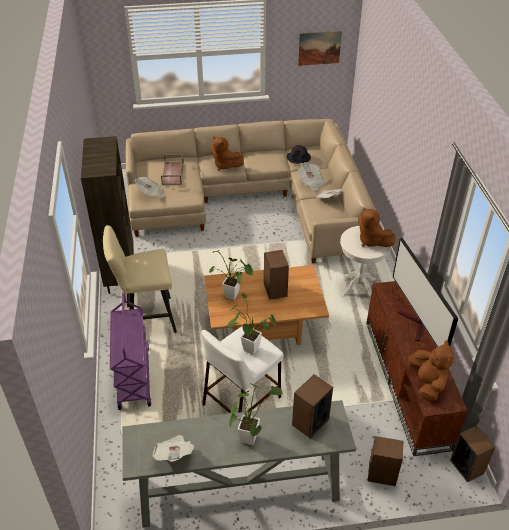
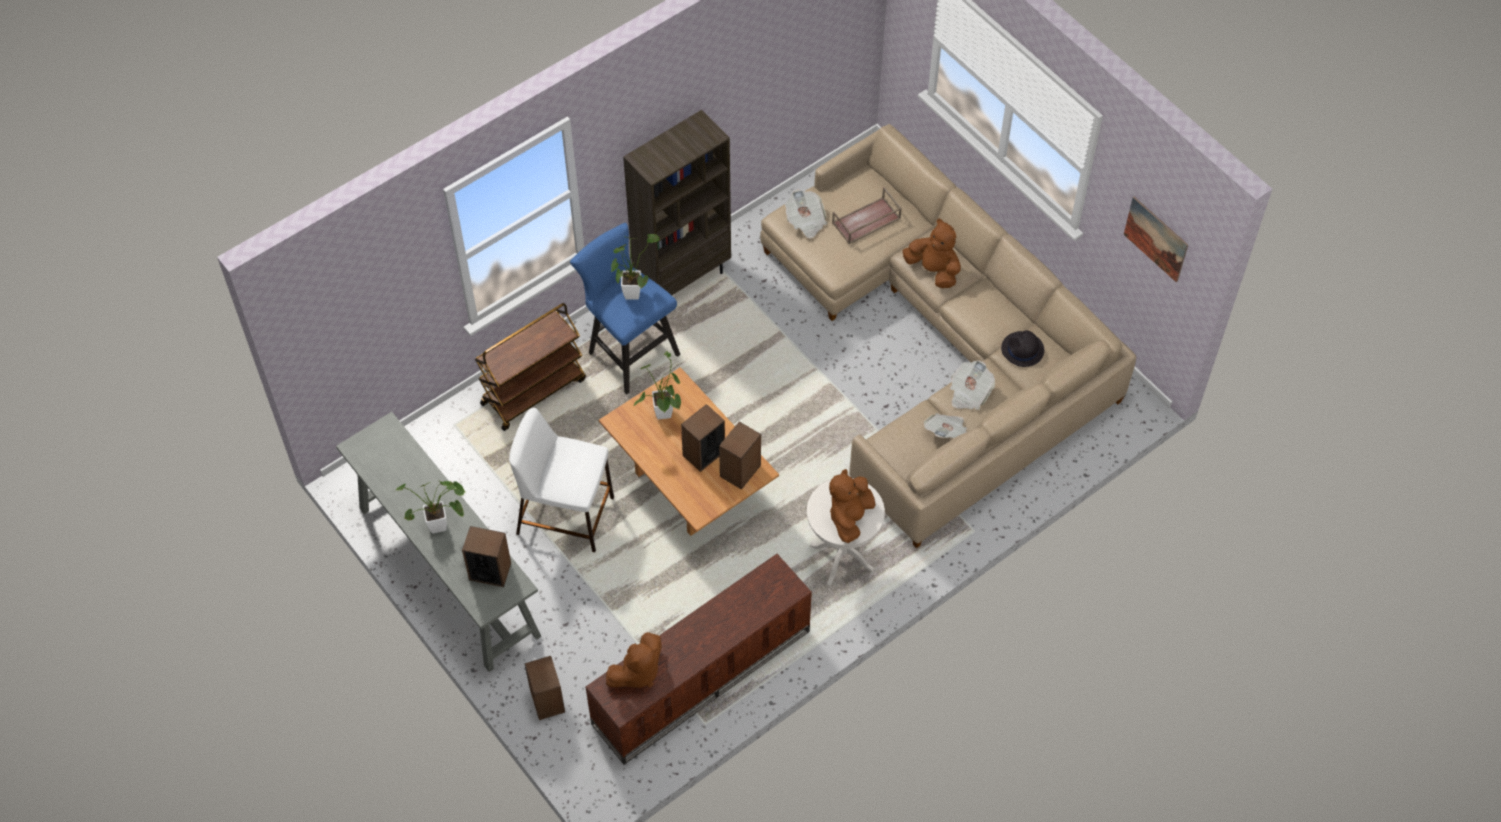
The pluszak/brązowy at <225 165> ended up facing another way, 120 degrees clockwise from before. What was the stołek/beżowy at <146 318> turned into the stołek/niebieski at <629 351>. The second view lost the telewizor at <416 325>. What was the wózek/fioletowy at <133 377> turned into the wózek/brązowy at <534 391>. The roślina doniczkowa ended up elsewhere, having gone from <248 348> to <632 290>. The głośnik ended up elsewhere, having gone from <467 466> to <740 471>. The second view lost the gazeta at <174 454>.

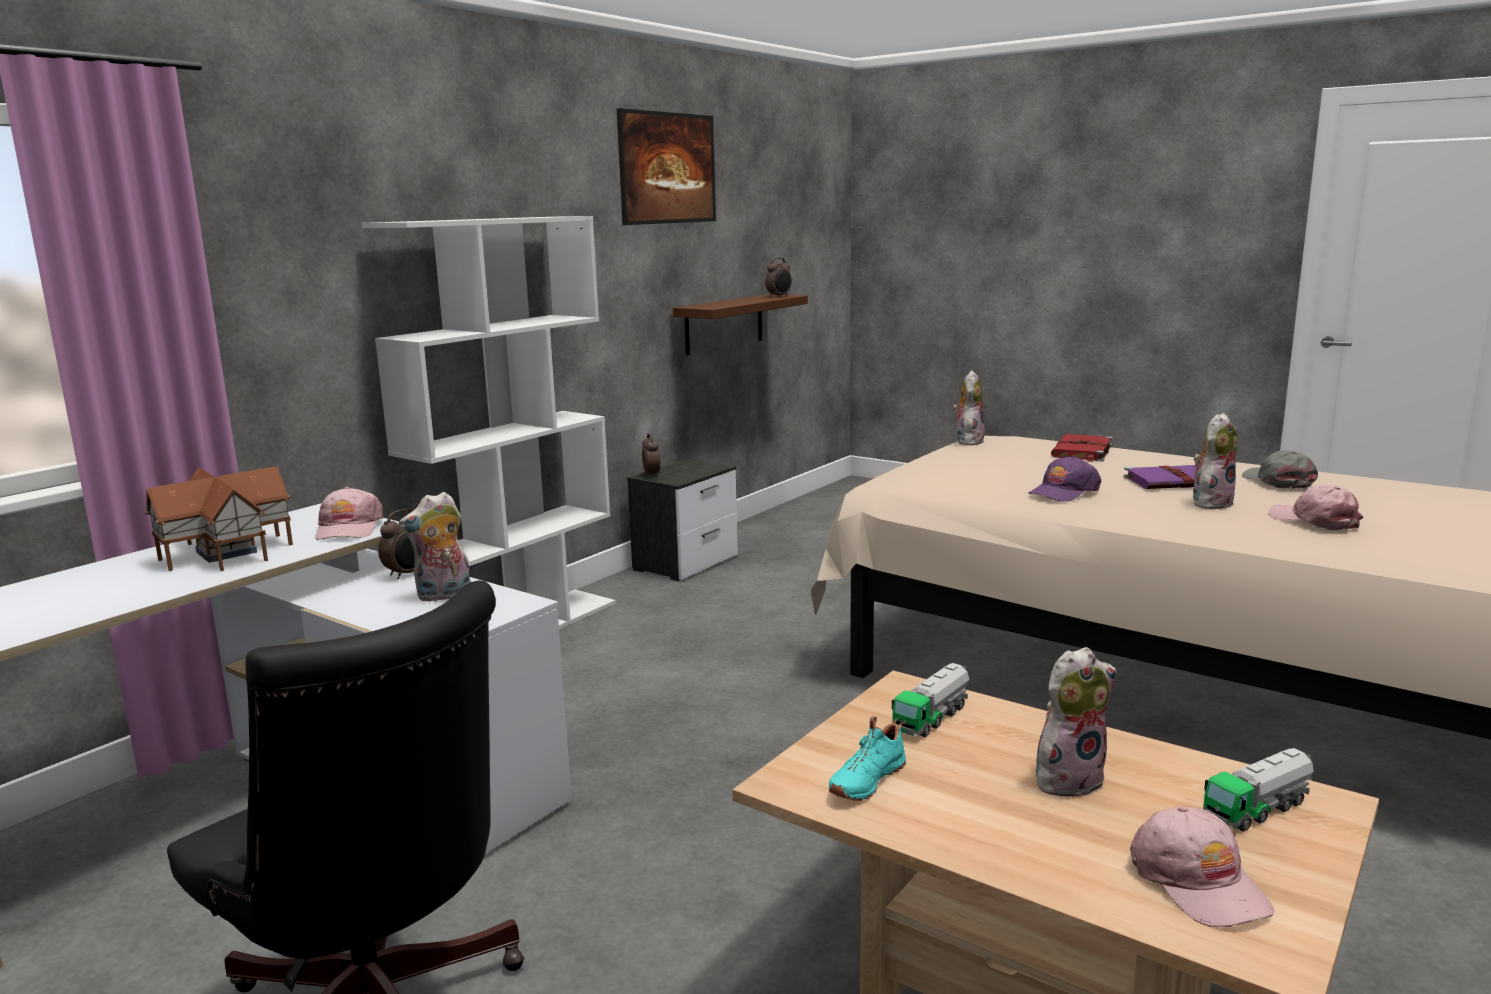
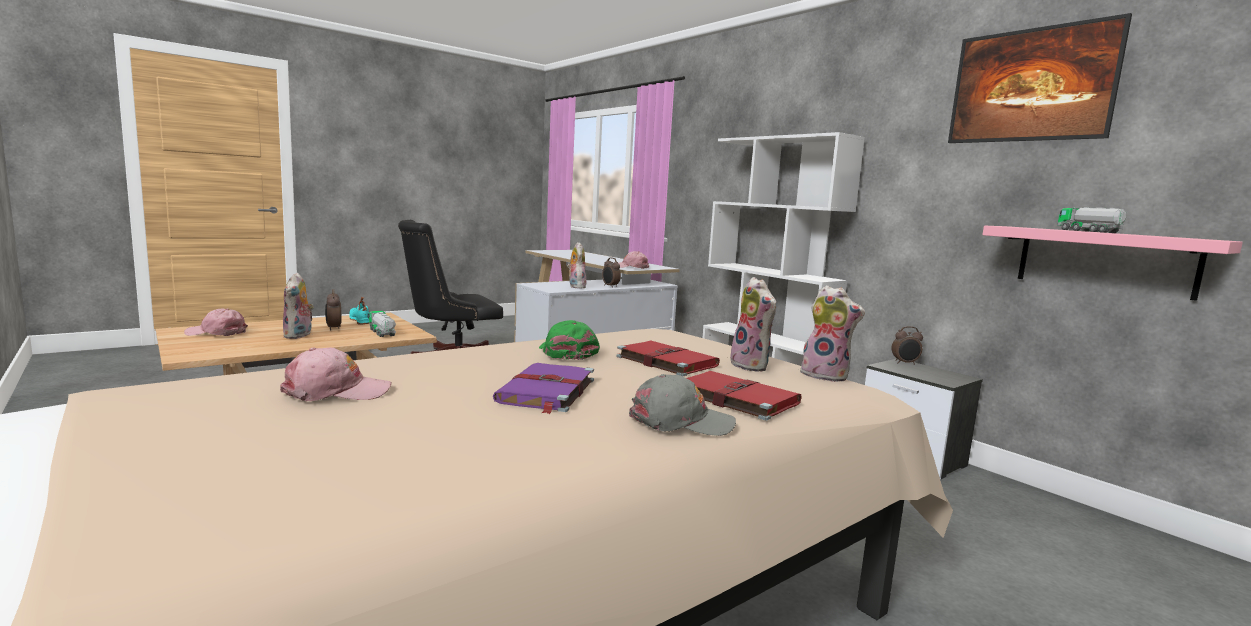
The budzik ended up elsewhere, having gone from <779 296> to <333 328>. What was the półka/brązowy at <724 323> turned into the półka/różowy at <1104 261>. The pluszak ended up elsewhere, having gone from <1211 503> to <752 366>. The czapka z daszkiem/szary ended up elsewhere, having gone from <1278 481> to <680 421>. What was the czapka z daszkiem/fioletowy at <1063 492> turned into the czapka z daszkiem/zielony at <567 352>. The second view lost the domek at <224 552>. The ciężarówka zabawkowa ended up elsewhere, having gone from <1257 809> to <1089 231>. The second view gained the książka/czerwony at <665 361>.

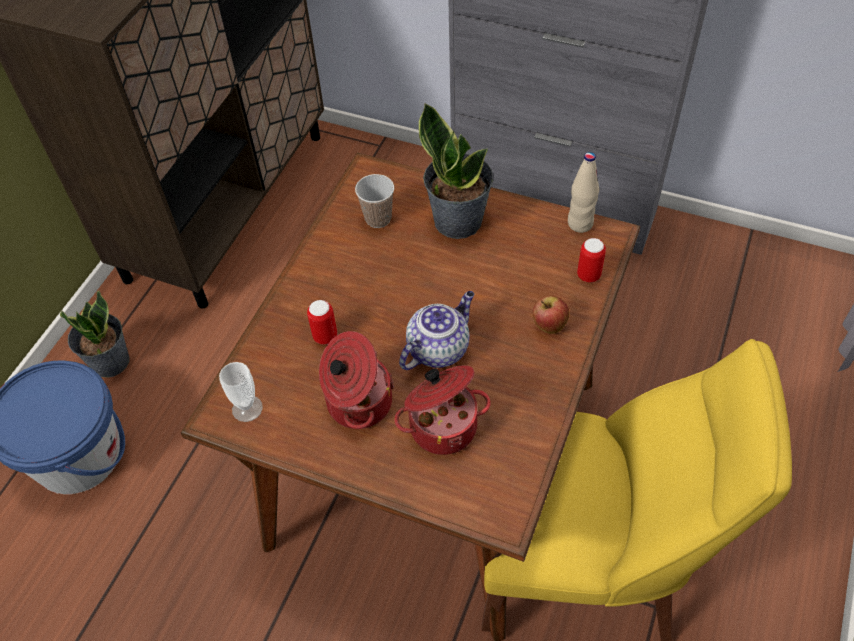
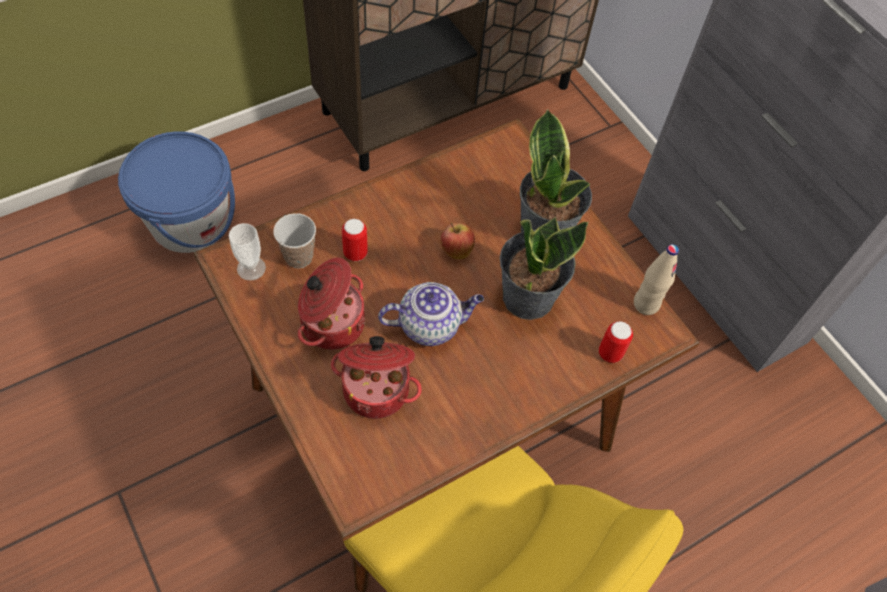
The filiżanka ended up elsewhere, having gone from <378 219> to <299 257>. The roślina doniczkowa ended up elsewhere, having gone from <110 361> to <527 296>. The jabłko ended up elsewhere, having gone from <549 325> to <456 250>.

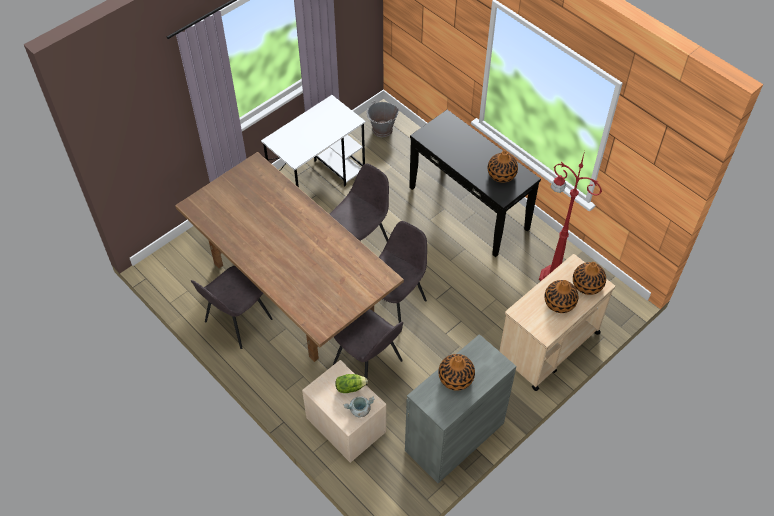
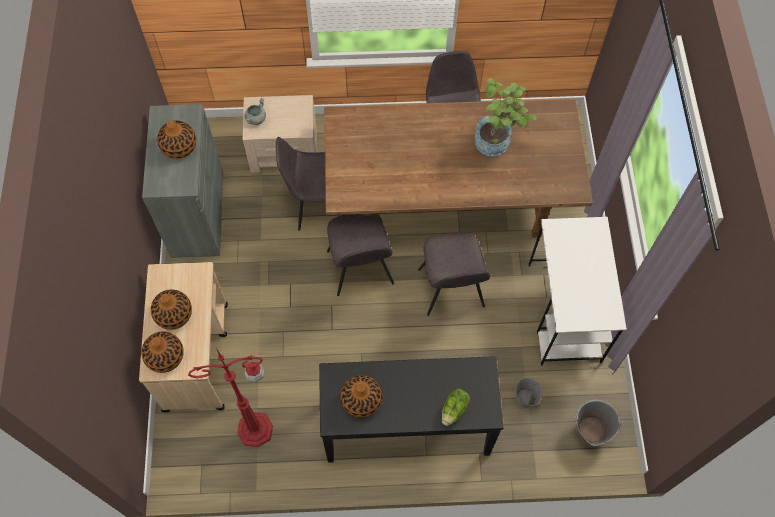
The sałata ended up elsewhere, having gone from <350 387> to <454 410>. The second view gained the roślina doniczkowa at <497 143>. The second view gained the wiadro/szary at <525 398>.

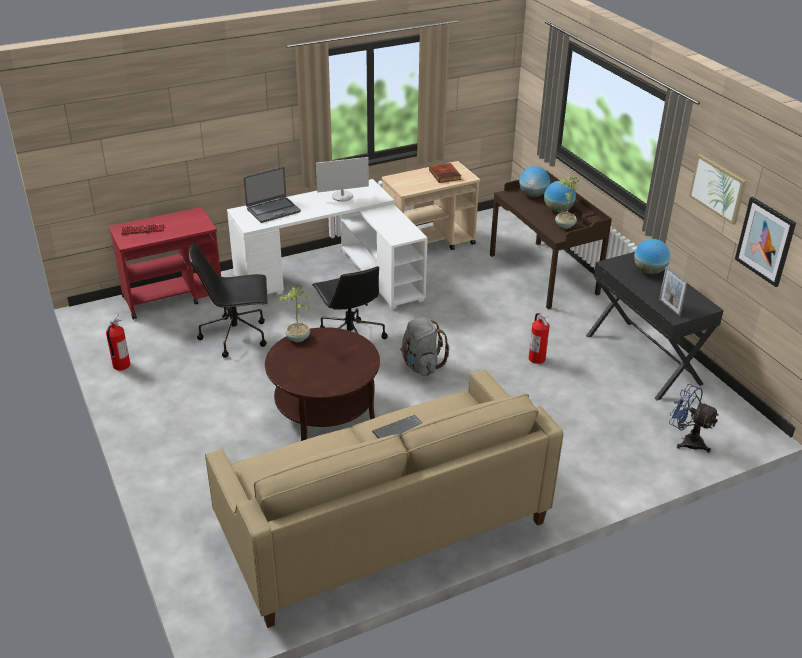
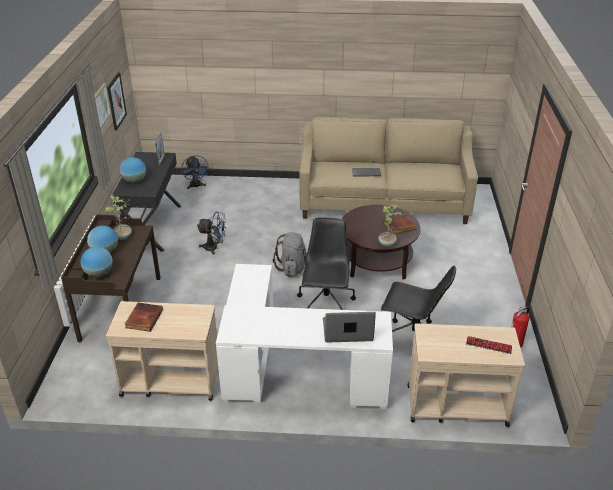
The second view lost the monitor at <342 196>. What was the wózek/czerwony at <173 297> turned into the wózek/beżowy at <455 405>. Where the gaśnica stood at <537 358>, the wentylator/niebieski came to stand at <214 248>. The second view gained the książka at <400 227>.

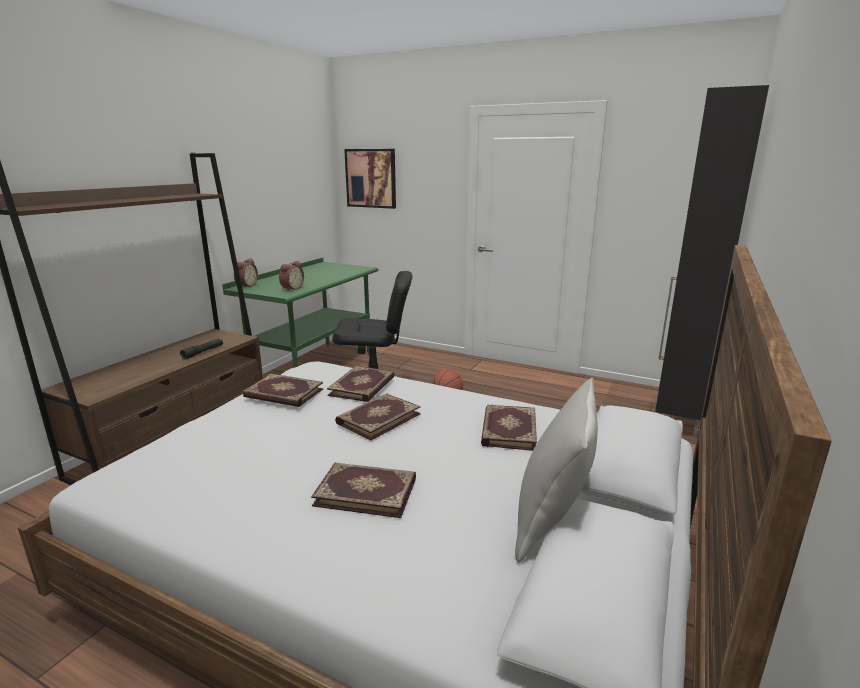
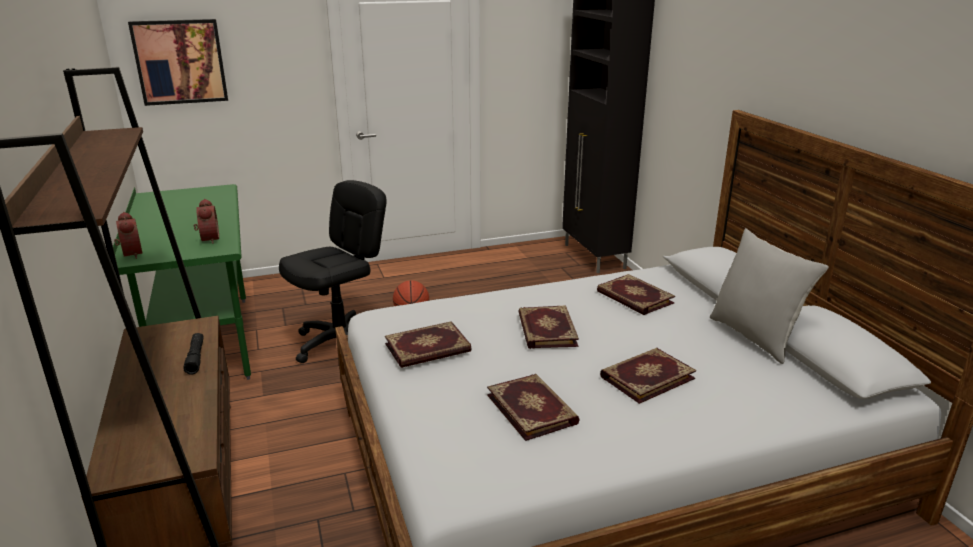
The książka ended up elsewhere, having gone from <363 386> to <533 408>.

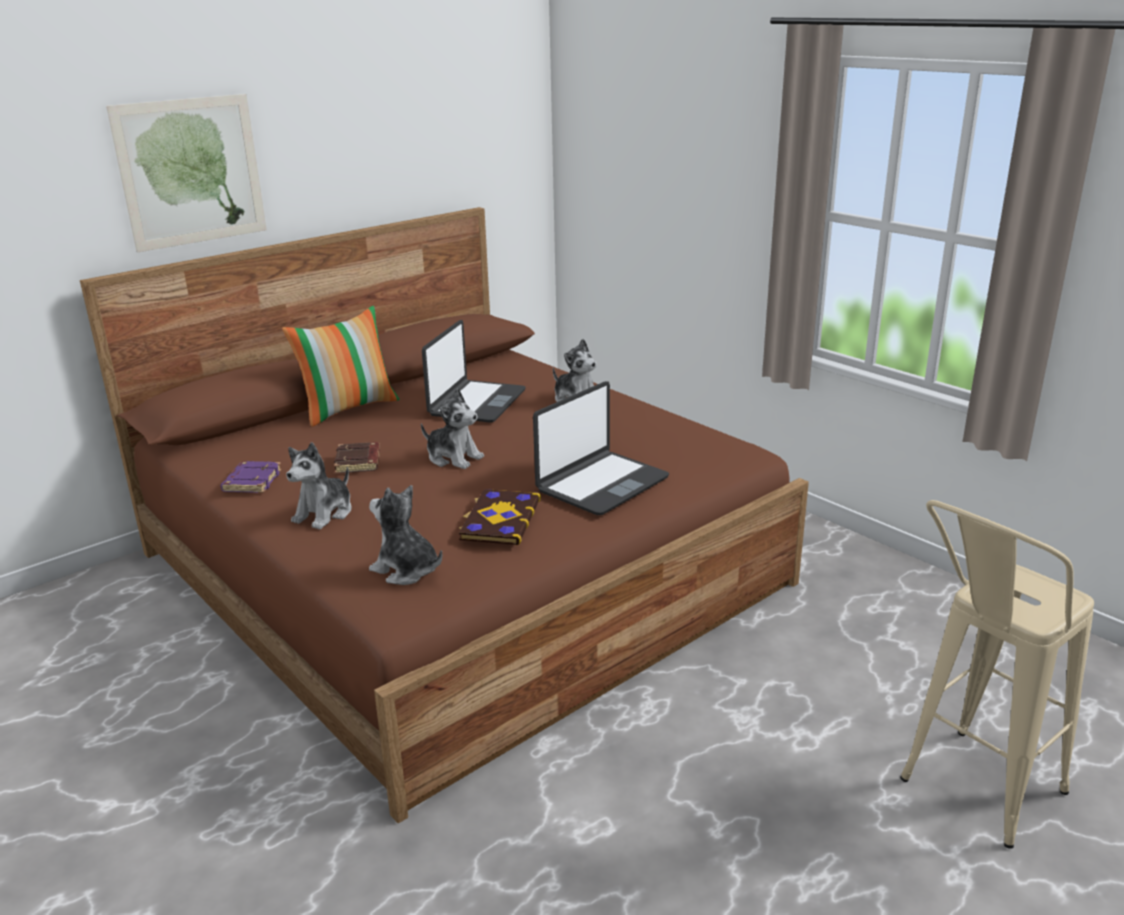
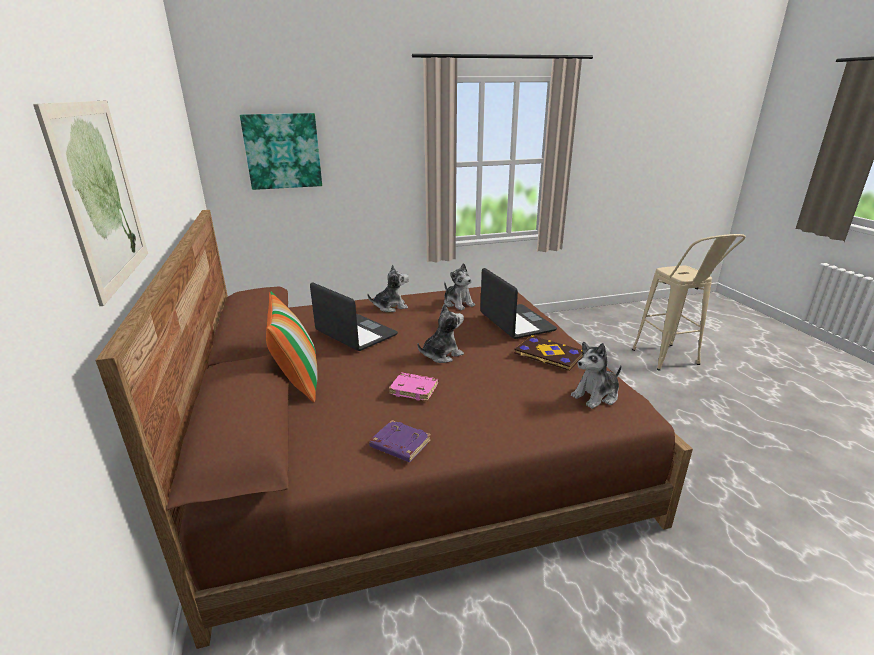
The pluszak ended up elsewhere, having gone from <324 513> to <458 303>. What was the książka/brązowy at <359 462> turned into the książka/różowy at <414 389>. The second view gained the obraz at <282 151>.

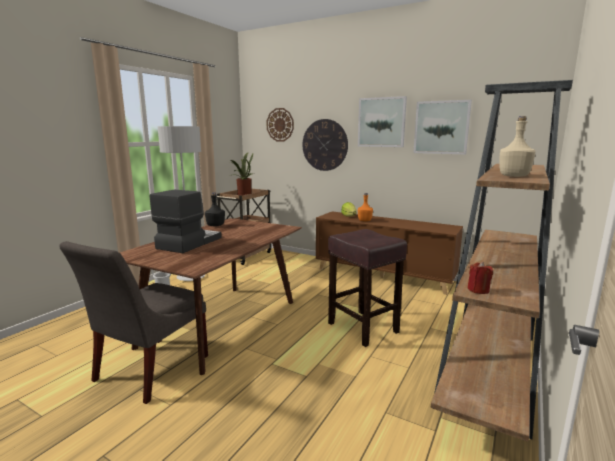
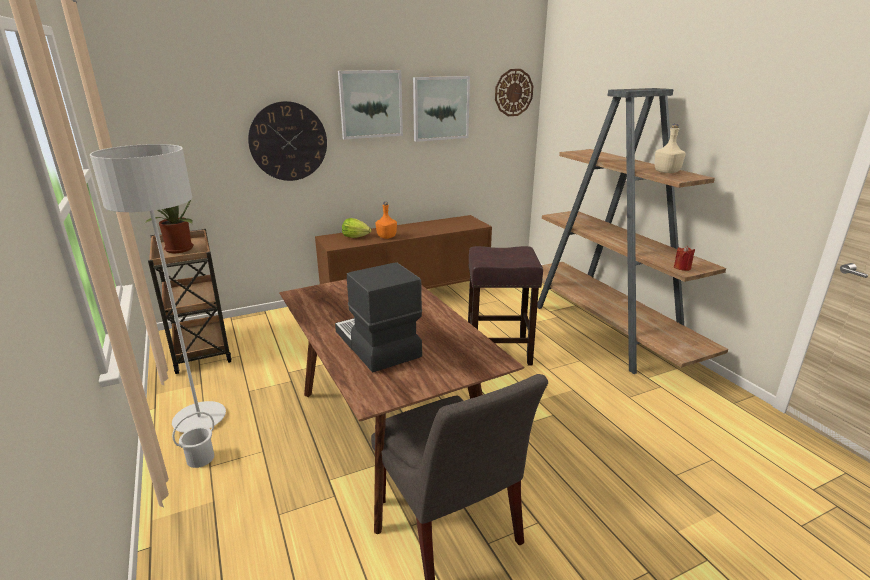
The zegar ścienny ended up elsewhere, having gone from <280 125> to <513 92>. The second view lost the butelka/czarny at <215 225>.

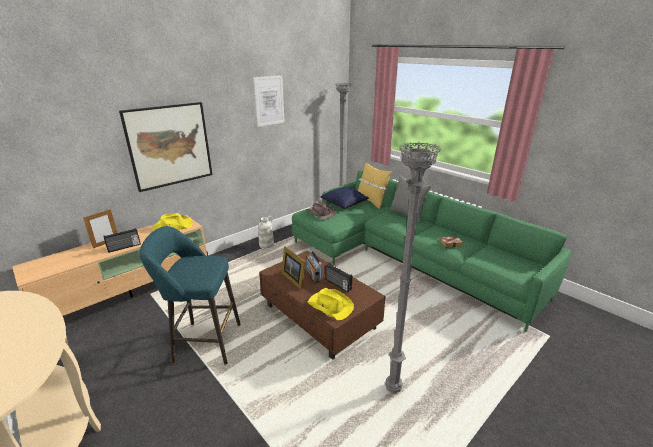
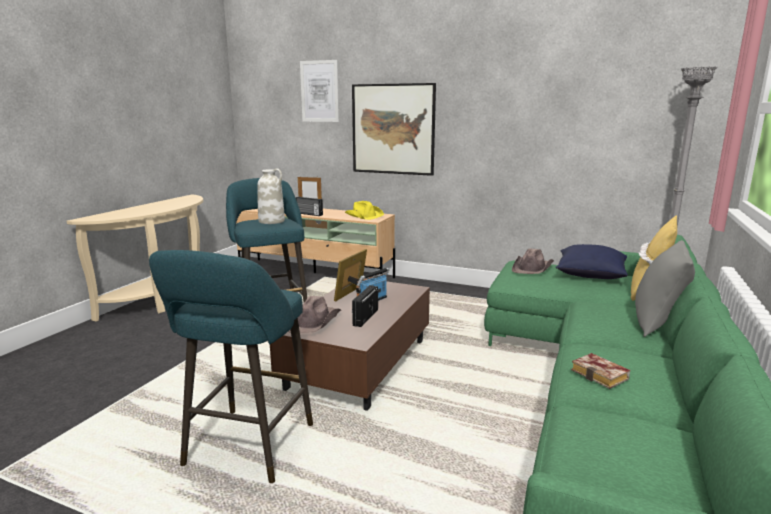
The obraz ended up elsewhere, having gone from <269 101> to <319 91>. Where the lampa stojąca/szary stood at <392 390>, the stołek/turkusowy came to stand at <246 449>. The wazon/biały ended up elsewhere, having gone from <266 244> to <272 221>. What was the kapelusz/żółty at <330 305> turned into the kapelusz/brązowy at <314 321>.

